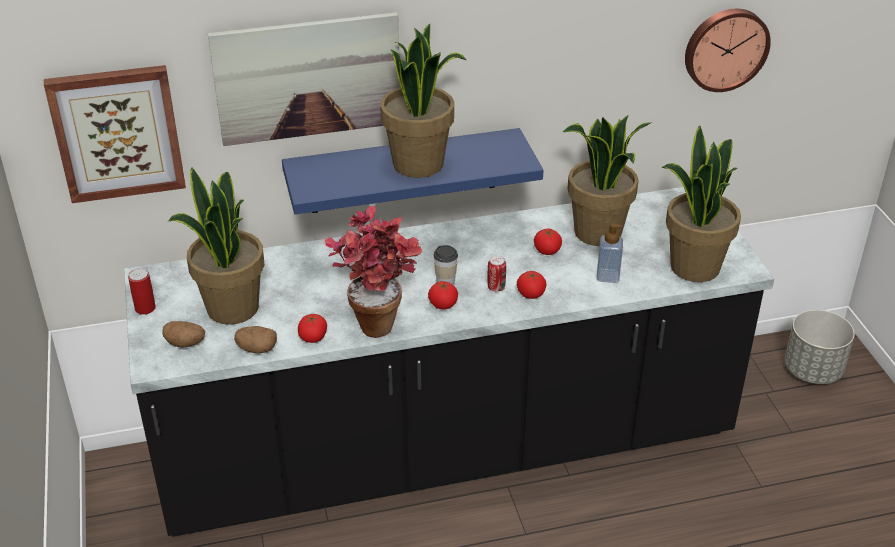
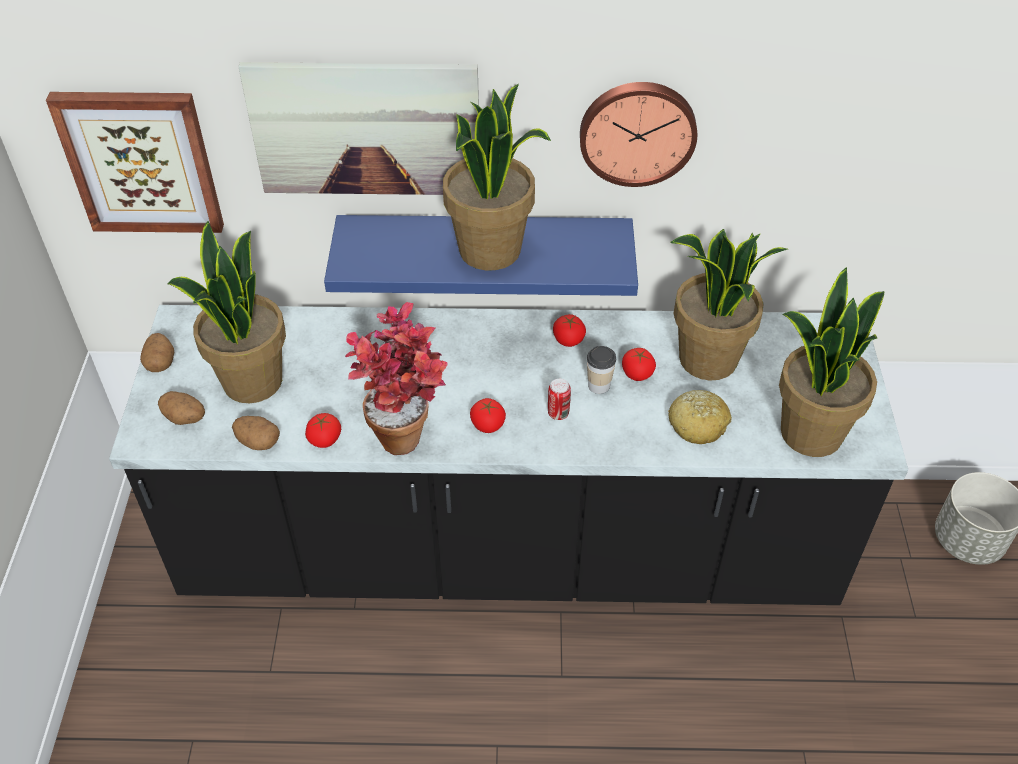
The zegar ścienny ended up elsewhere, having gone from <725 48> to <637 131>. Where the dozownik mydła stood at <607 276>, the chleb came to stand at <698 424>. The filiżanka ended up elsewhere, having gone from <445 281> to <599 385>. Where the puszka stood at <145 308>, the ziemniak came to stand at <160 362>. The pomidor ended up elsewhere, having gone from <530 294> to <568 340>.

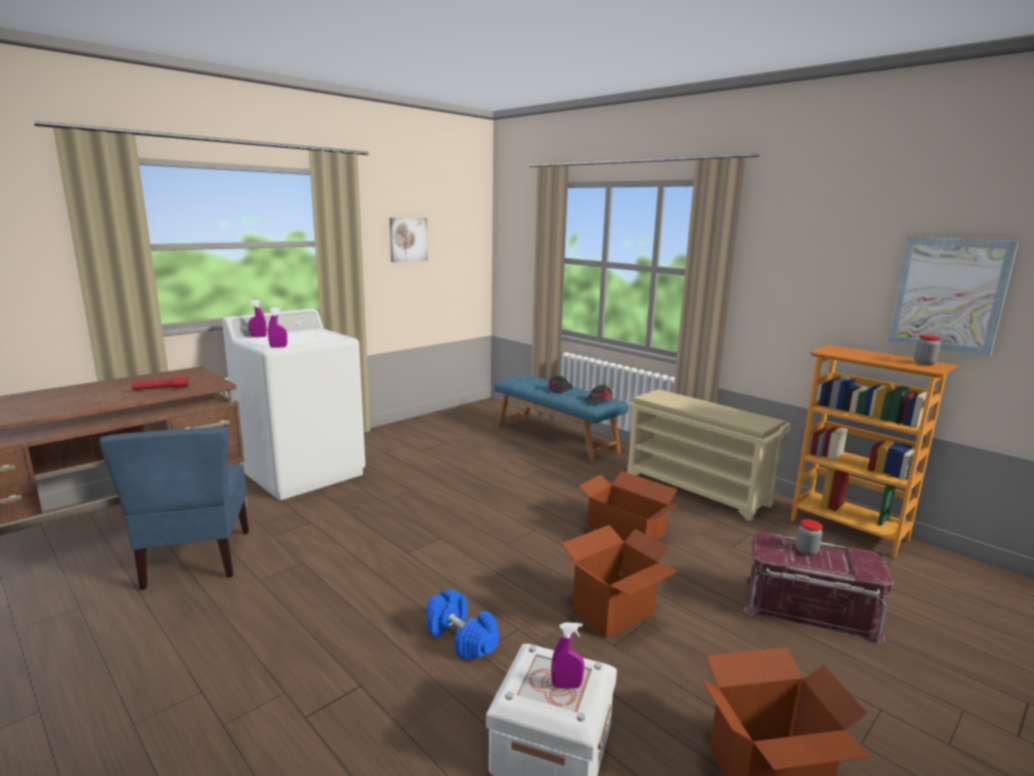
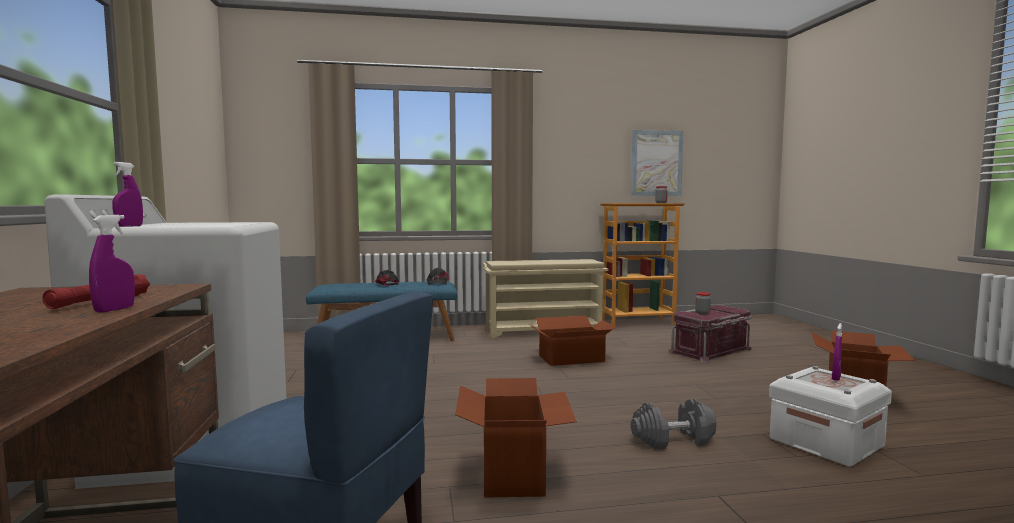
The second view lost the obraz at <408 239>. The spryskiwacz/fioletowy ended up elsewhere, having gone from <278 347> to <114 309>. The karton ended up elsewhere, having gone from <614 613> to <514 475>. What was the hantel/niebieski at <460 638> turned into the hantel/szary at <673 440>.

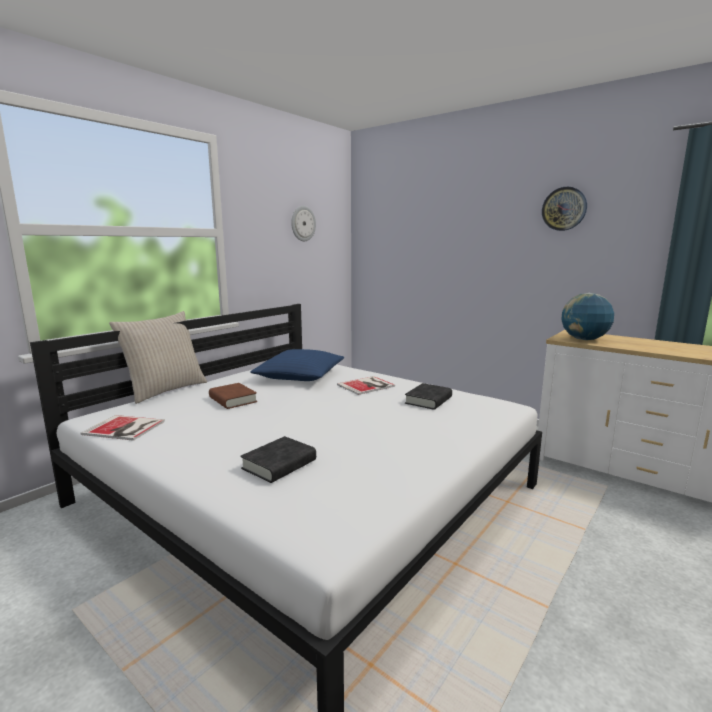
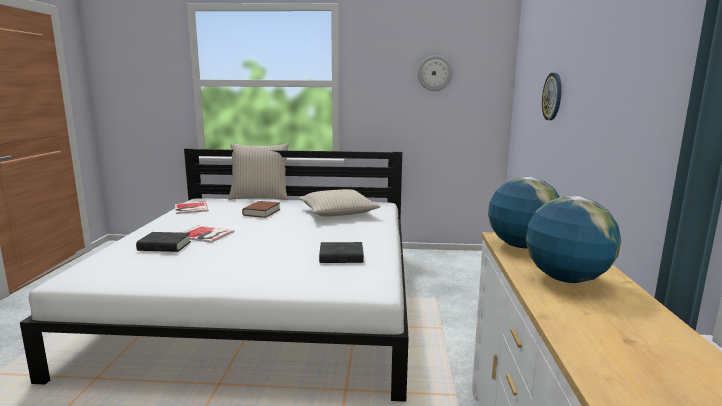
The zegar ścienny ended up elsewhere, having gone from <564 209> to <553 96>. What was the poduszka/niebieski at <300 375> turned into the poduszka/beżowy at <337 212>. The książka ended up elsewhere, having gone from <367 385> to <205 235>. The second view gained the globus at <566 279>.

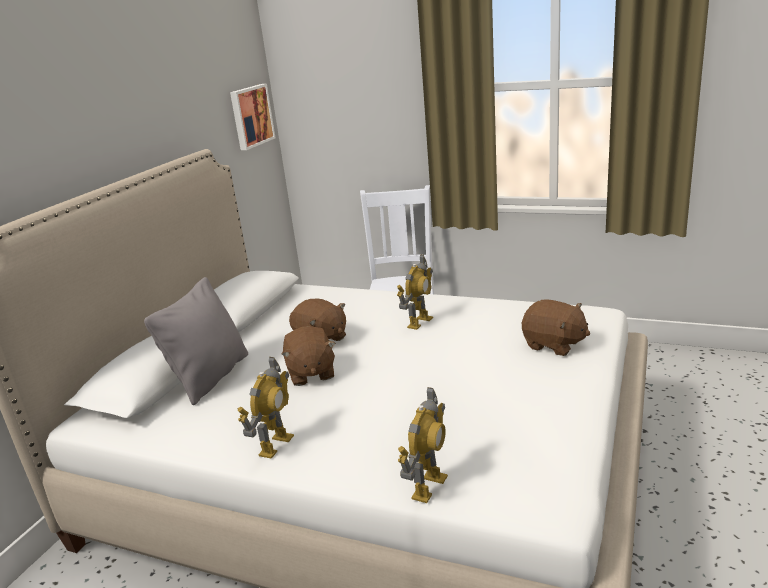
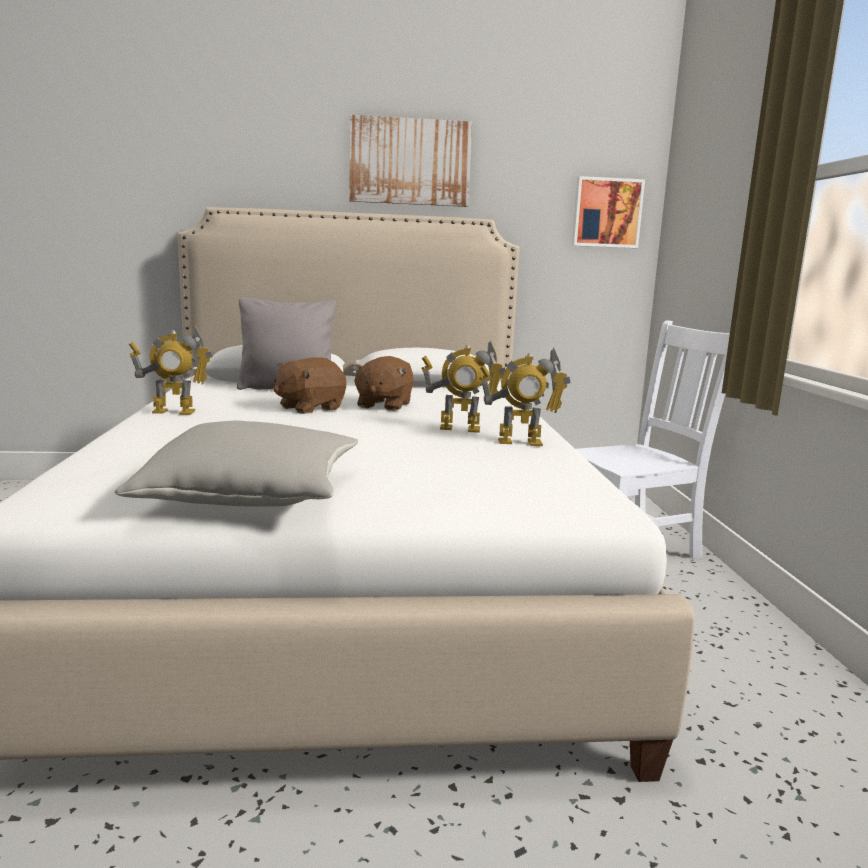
The second view lost the pluszak/brązowy at <554 344>. The robot zabawkowy ended up elsewhere, having gone from <428 486> to <520 442>. The second view gained the obraz at <410 162>. The second view gained the poduszka/szary at <252 494>.

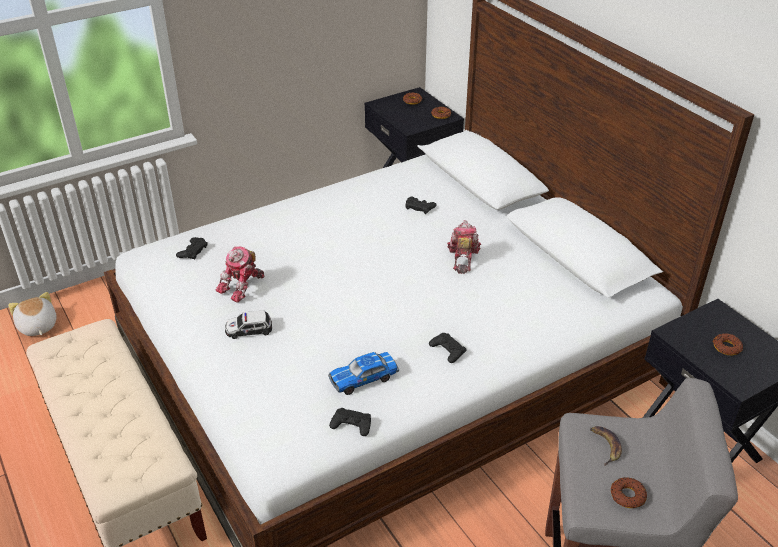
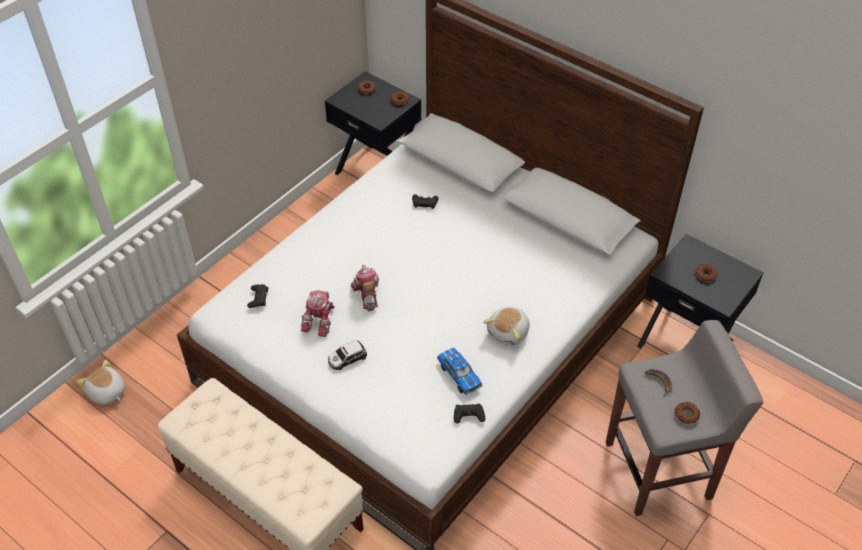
The robot zabawkowy ended up elsewhere, having gone from <462 258> to <366 294>. Where the pad do gier/czarny stood at <447 350>, the pluszak came to stand at <509 332>. The samochodzik at <364 378> ended up facing another way, 75 degrees counterclockwise from before.

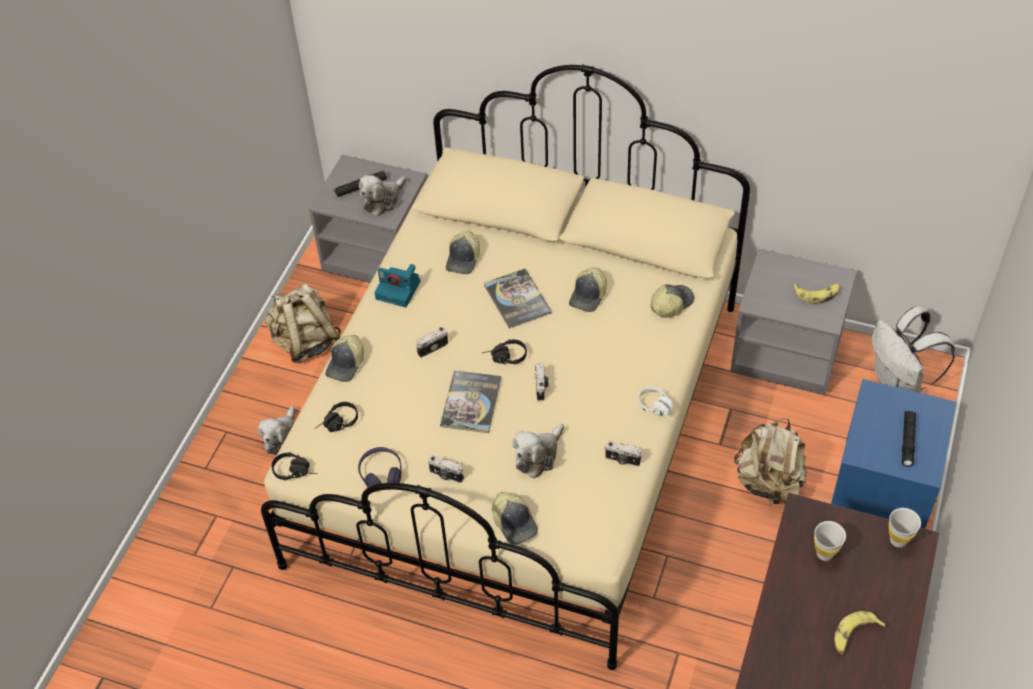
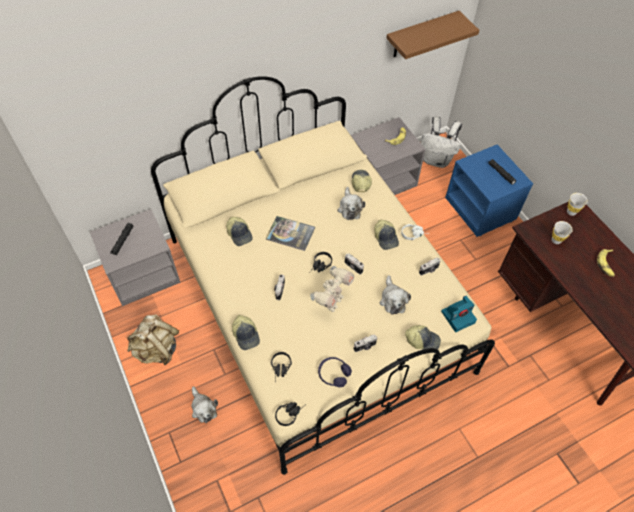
The pluszak ended up elsewhere, having gone from <383 200> to <349 208>. The aparat fotograficzny ended up elsewhere, having gone from <399 290> to <458 316>. The czapka z daszkiem ended up elsewhere, having gone from <589 296> to <386 238>. Where the książka stood at <471 402>, the robot zabawkowy came to stand at <331 301>. The second view lost the plecak/beżowy at <769 482>. The second view gained the półka/brązowy at <421 35>.

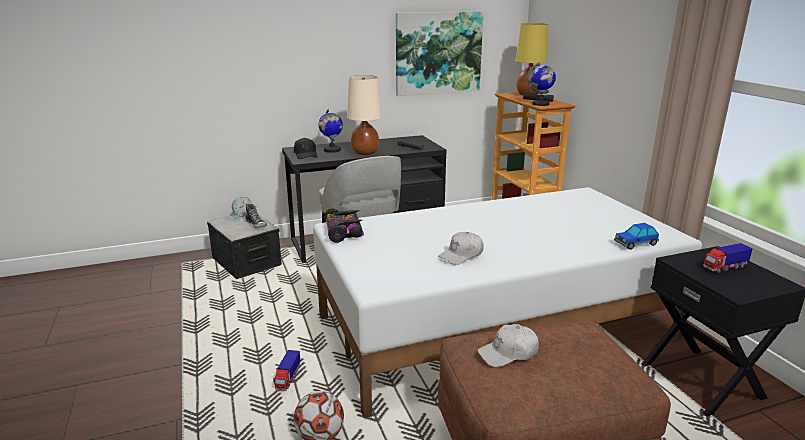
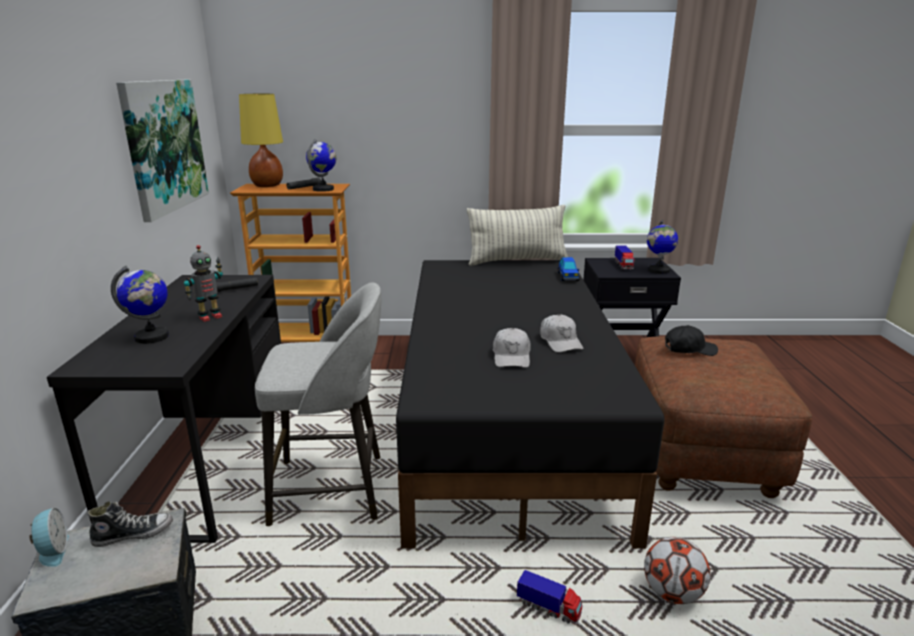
Where the lampa stołowa/beżowy stood at <365 153>, the robot zabawkowy came to stand at <210 317>. The czapka z daszkiem/czarny ended up elsewhere, having gone from <306 155> to <689 349>. What was the łóżko/biały at <496 327> turned into the łóżko/czarny at <507 420>. The second view lost the samochodzik at <344 231>. The czapka z daszkiem/biały ended up elsewhere, having gone from <508 353> to <511 356>. The second view gained the poduszka at <517 261>. The second view gained the globus at <658 270>.

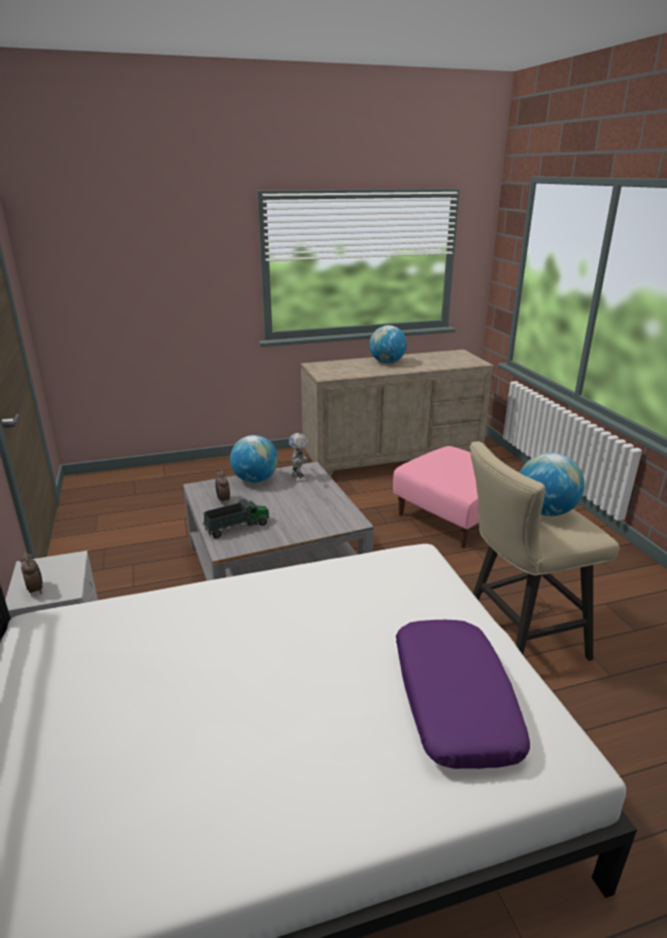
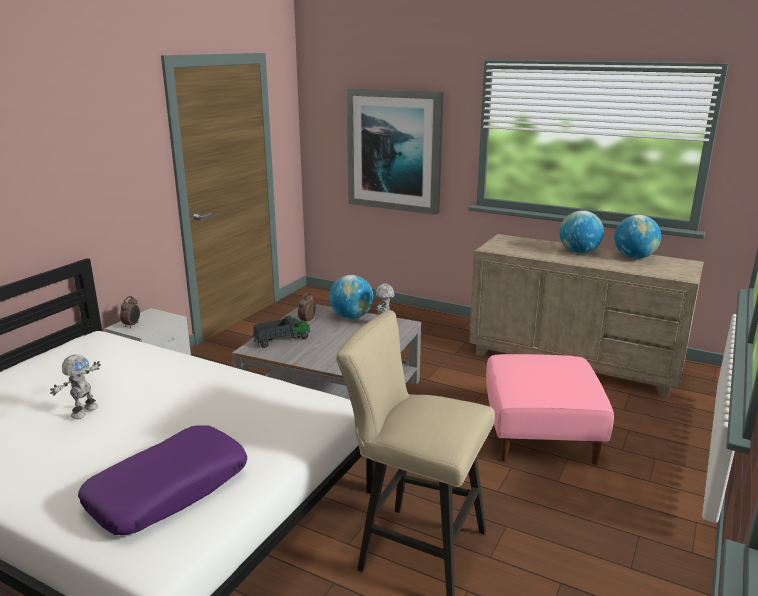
The globus ended up elsewhere, having gone from <545 511> to <634 257>. The ciężarówka zabawkowa at <237 527> ended up facing another way, 45 degrees counterclockwise from before. The second view gained the obraz at <395 150>. The second view gained the robot zabawkowy at <83 411>.

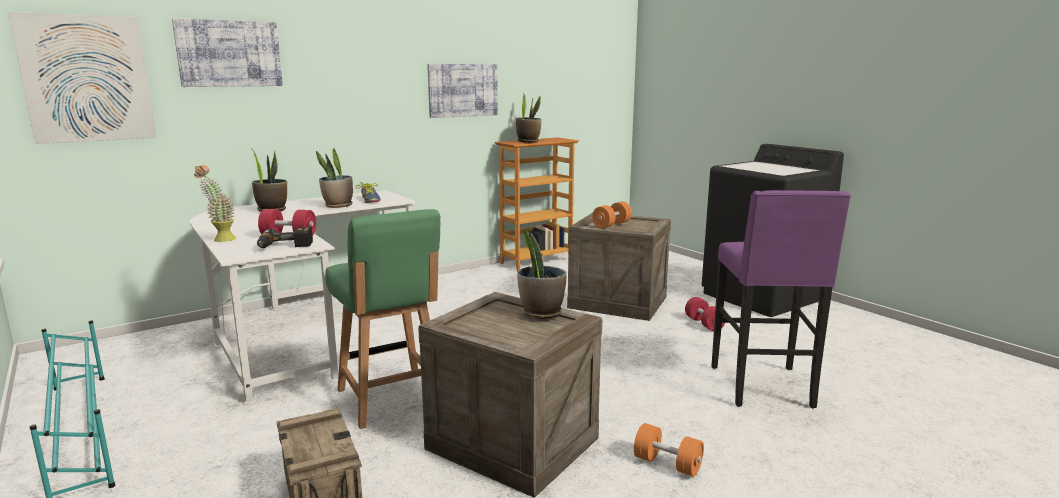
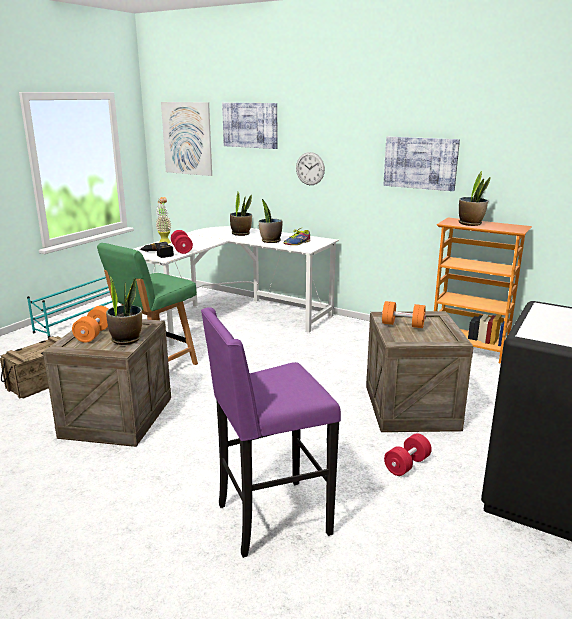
The hantel/pomarańczowy ended up elsewhere, having gone from <667 464> to <94 334>. The second view gained the zegar ścienny at <310 168>.

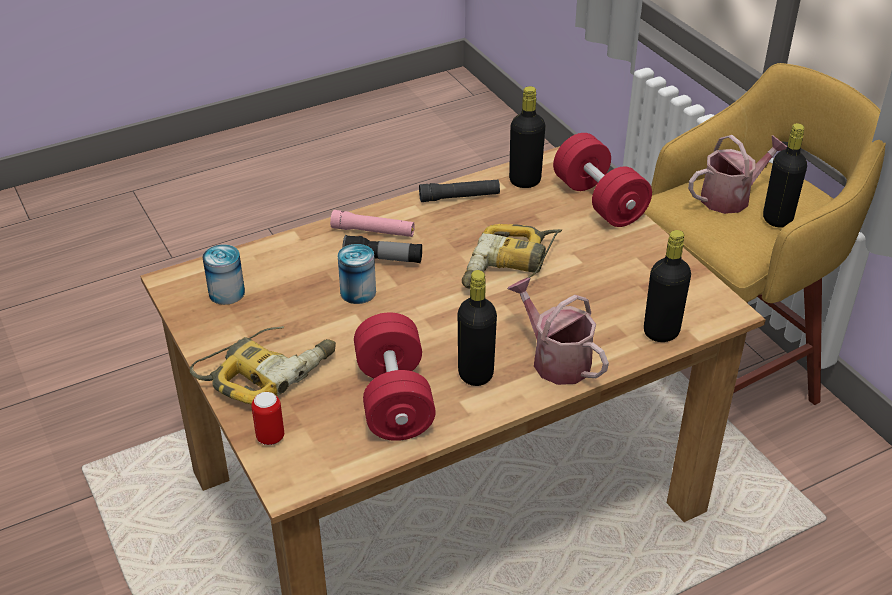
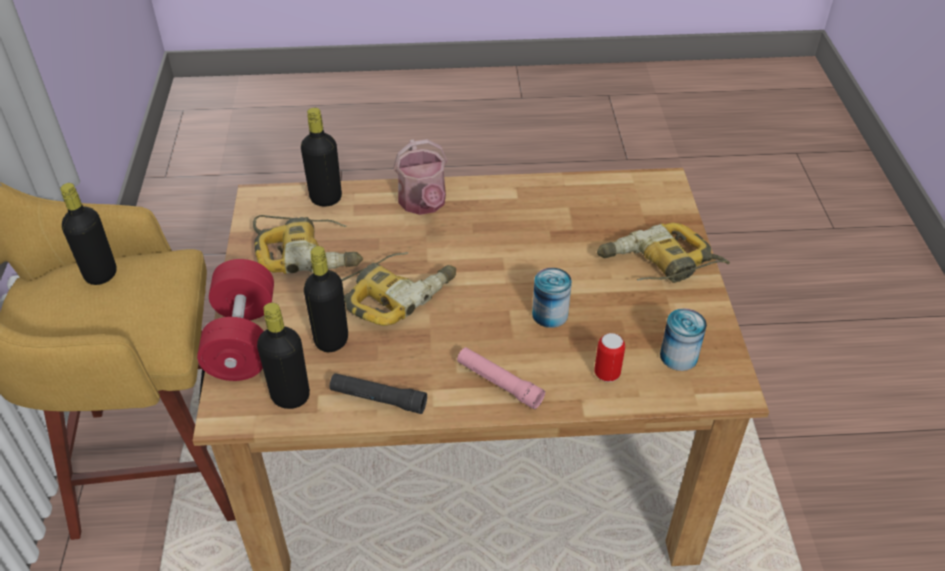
The second view lost the konewka at <731 197>. The second view lost the latarka at <383 260>. The butelka/czarny ended up elsewhere, having gone from <475 374> to <331 340>. The second view lost the hantel/czerwony at <394 399>. The puszka ended up elsewhere, having gone from <270 437> to <607 374>. The second view gained the wiertarka at <308 252>.

